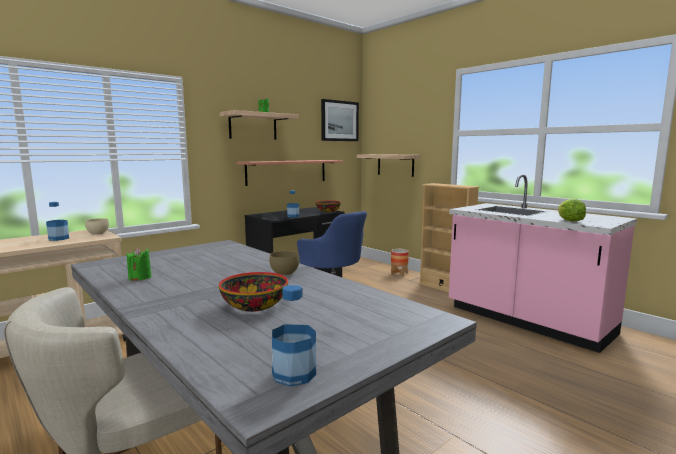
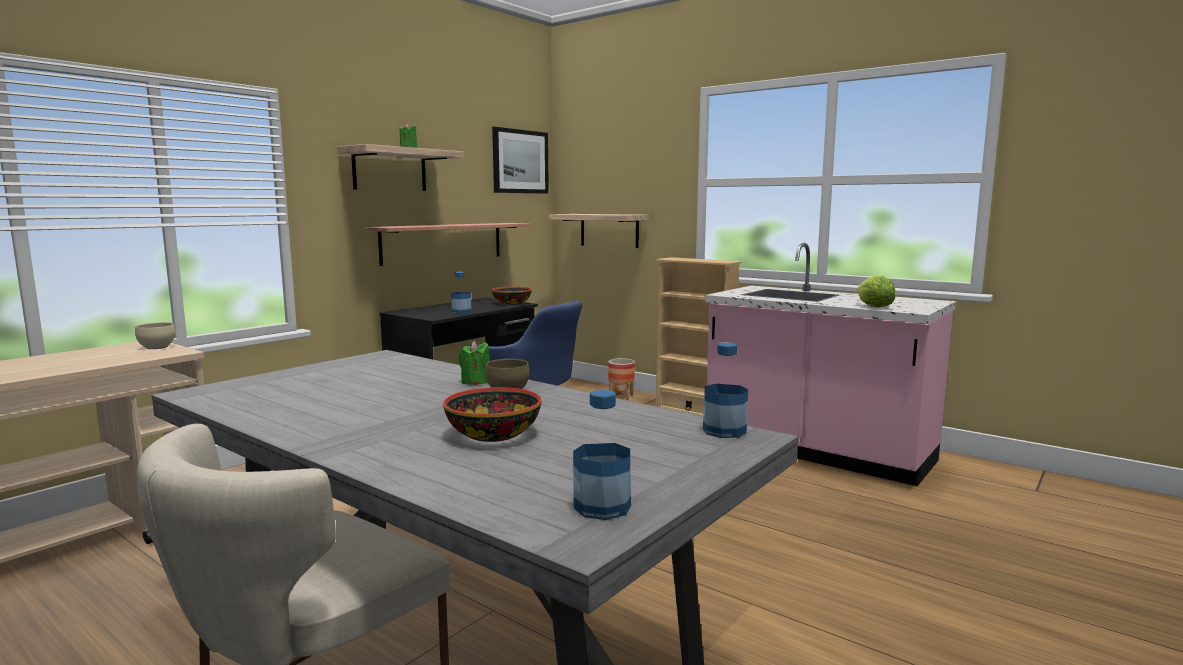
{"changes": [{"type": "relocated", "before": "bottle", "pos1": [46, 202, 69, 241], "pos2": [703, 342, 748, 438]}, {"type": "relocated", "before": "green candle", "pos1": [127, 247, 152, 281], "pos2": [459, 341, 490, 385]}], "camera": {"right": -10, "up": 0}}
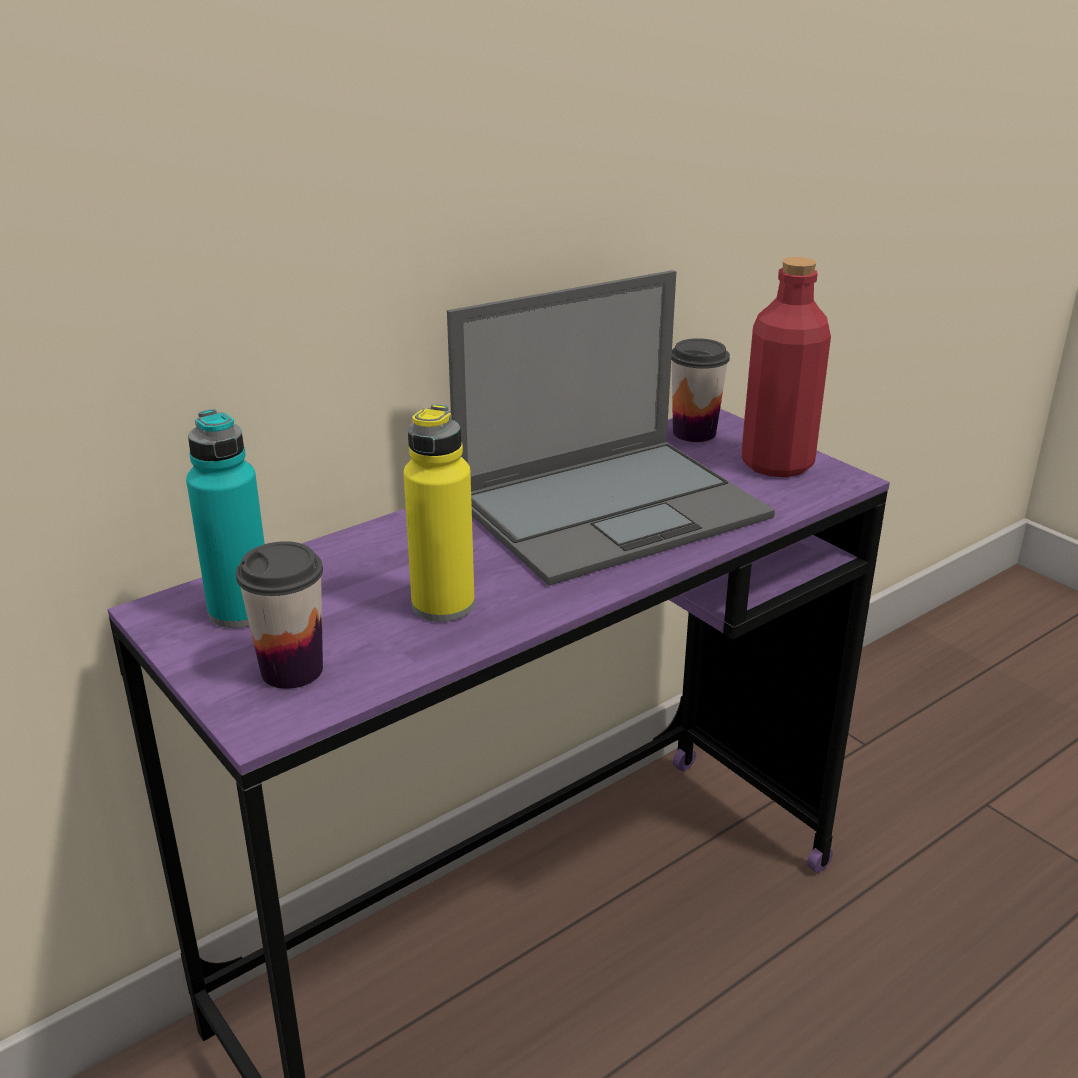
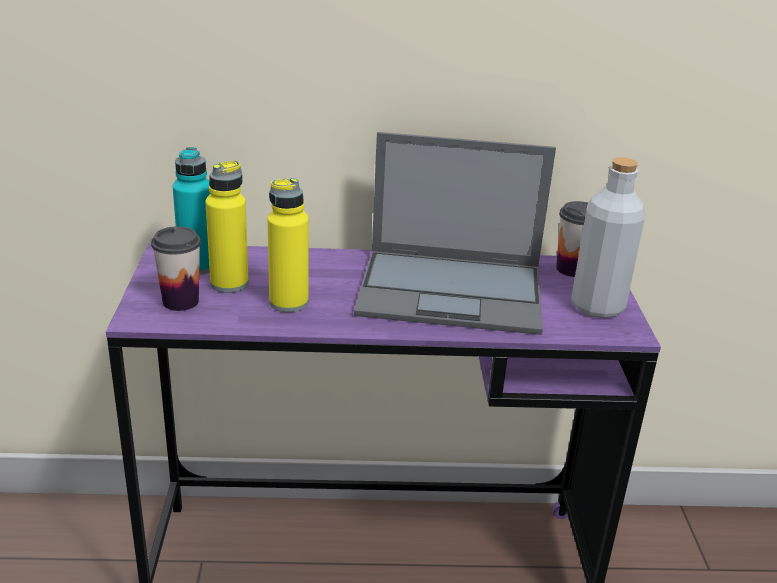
{"changes": [{"type": "colour", "before": "red bottle", "after": "grey bottle", "pos1": [742, 257, 831, 477], "pos2": [571, 157, 645, 318]}, {"type": "appeared", "after": "yellow bottle", "pos2": [205, 161, 249, 293]}], "camera": {"right": 35, "up": 0}}
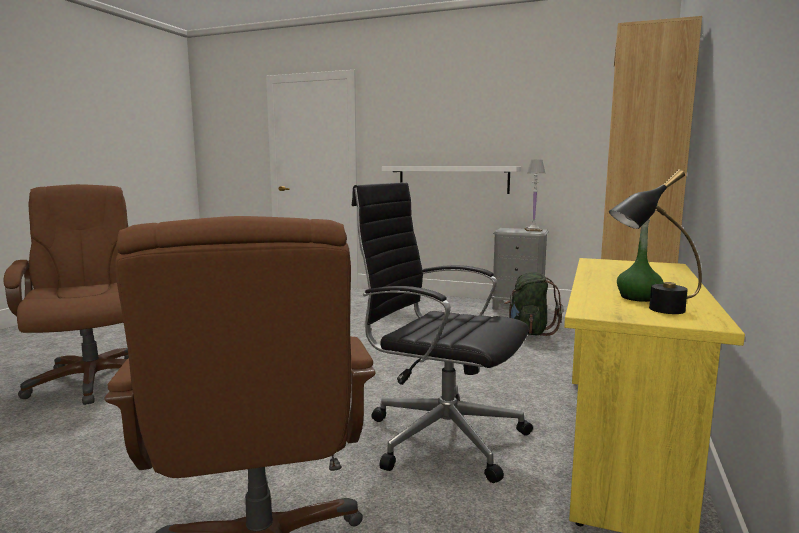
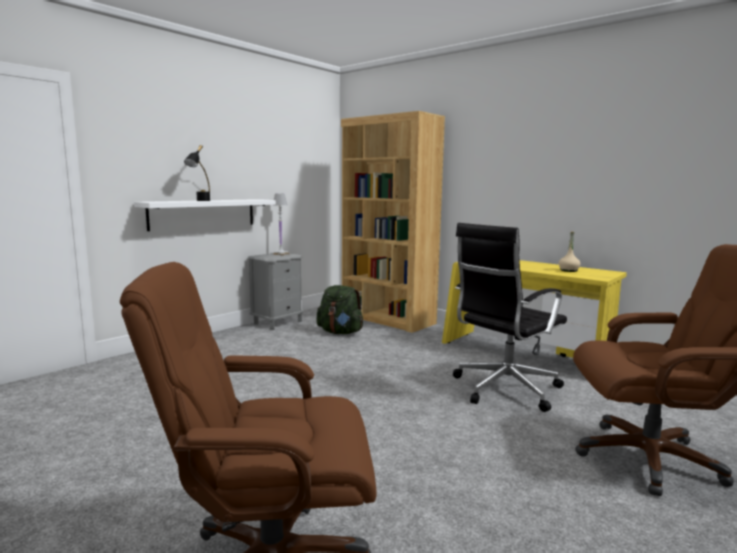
{"changes": [{"type": "relocated", "before": "black table lamp", "pos1": [609, 169, 702, 314], "pos2": [184, 145, 210, 201]}, {"type": "colour", "before": "green bottle", "after": "beige bottle", "pos1": [617, 219, 664, 302], "pos2": [559, 231, 581, 272]}], "camera": {"right": -70, "up": 0}}
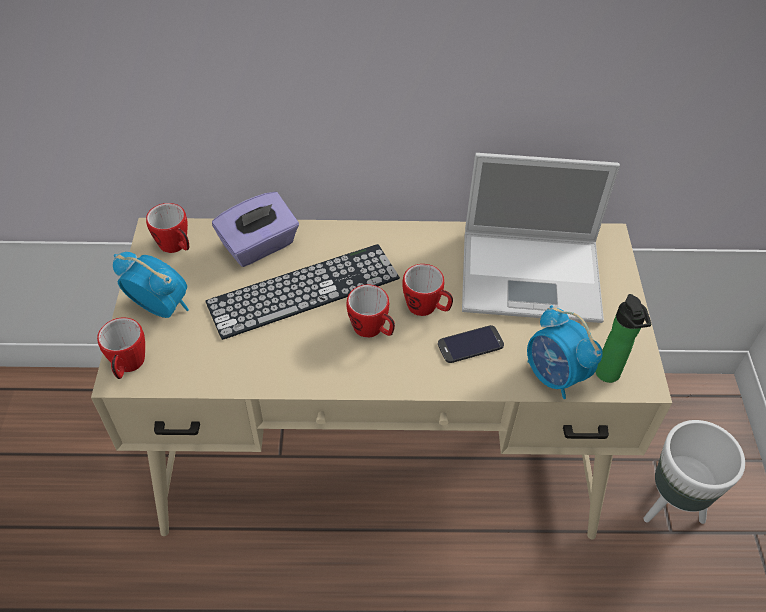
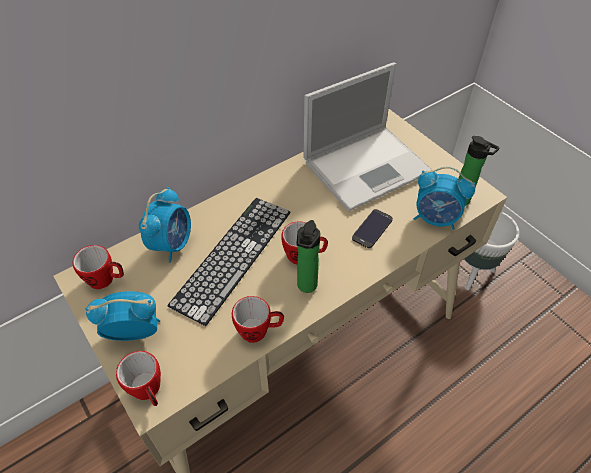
{"changes": [{"type": "exchanged", "before": "purple tissue box", "after": "alarm clock", "pos1": [212, 192, 299, 267], "pos2": [139, 187, 191, 263]}, {"type": "relocated", "before": "mug", "pos1": [402, 264, 453, 316], "pos2": [232, 296, 284, 343]}, {"type": "appeared", "after": "bottle", "pos2": [297, 220, 320, 293]}], "camera": {"right": -35, "up": 0}}
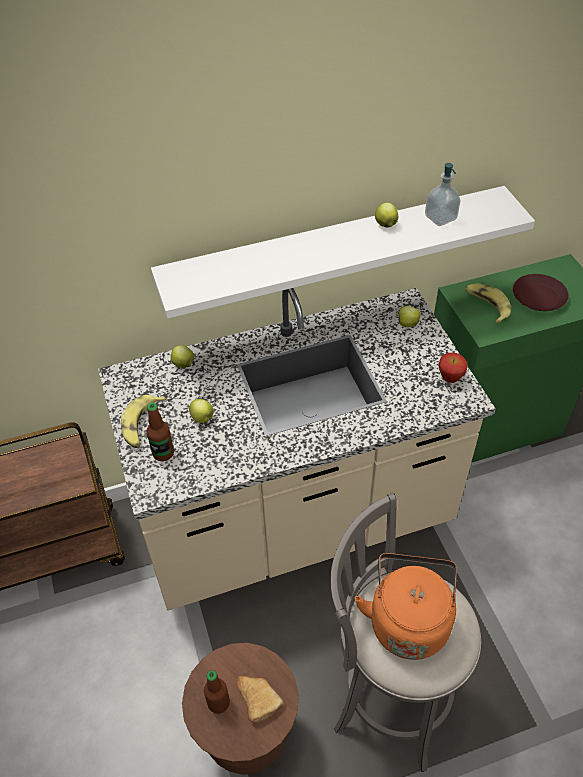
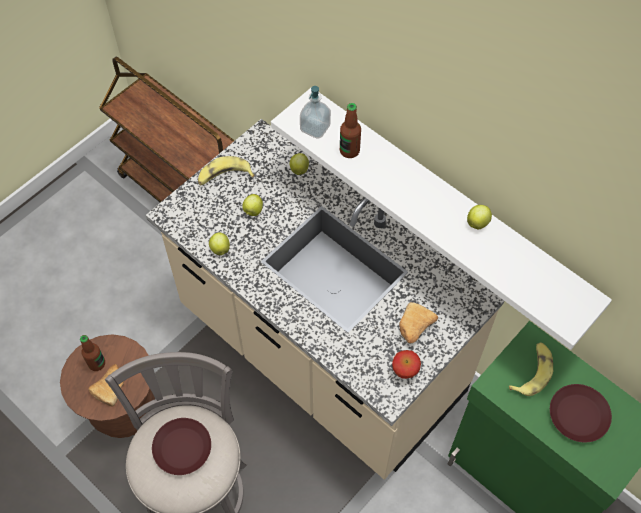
{"changes": [{"type": "relocated", "before": "bottle", "pos1": [147, 403, 174, 461], "pos2": [340, 103, 361, 158]}, {"type": "exchanged", "before": "orange kettle", "after": "brown plate", "pos1": [355, 553, 457, 660], "pos2": [152, 418, 211, 475]}, {"type": "relocated", "before": "apple", "pos1": [396, 306, 420, 327], "pos2": [209, 232, 230, 255]}, {"type": "relocated", "before": "soap dispenser", "pos1": [425, 163, 461, 226], "pos2": [300, 86, 331, 138]}, {"type": "appeared", "after": "bread", "pos2": [399, 302, 438, 343]}], "camera": {"right": 60, "up": 10}}
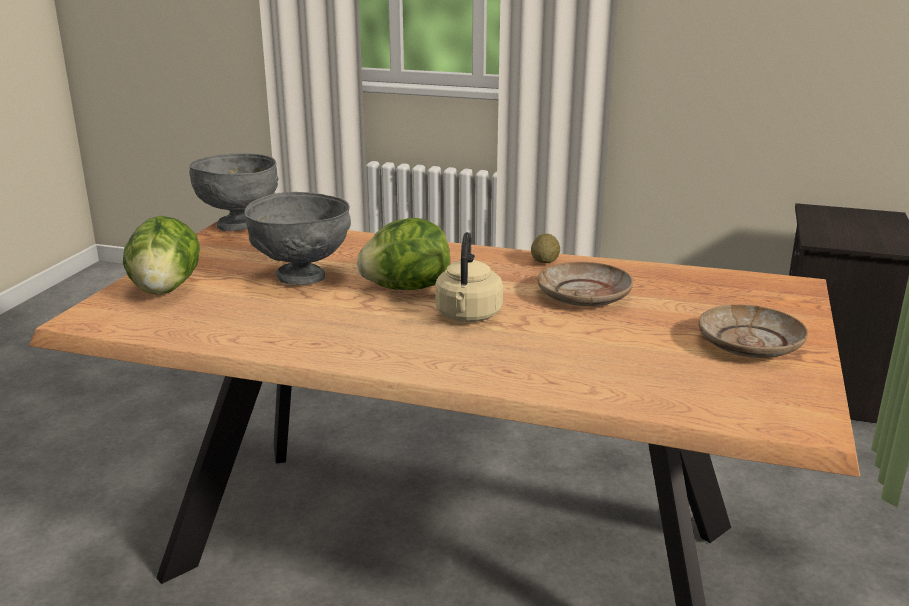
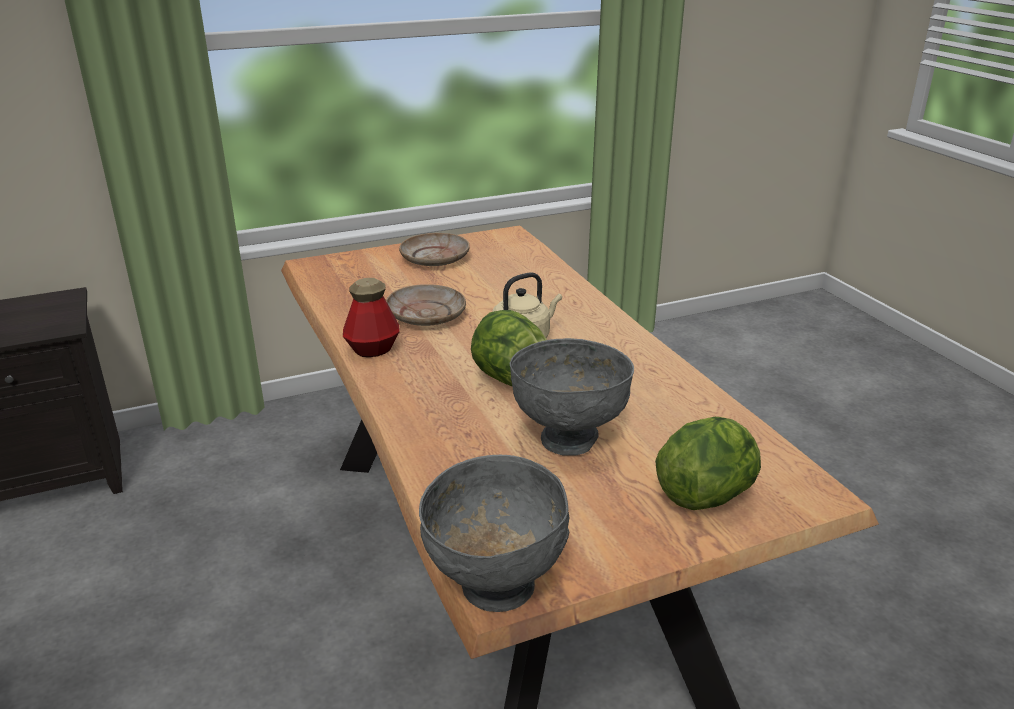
{"changes": [{"type": "exchanged", "before": "potato", "after": "bottle", "pos1": [531, 234, 560, 263], "pos2": [343, 278, 400, 357]}], "camera": {"right": -130, "up": 5}}
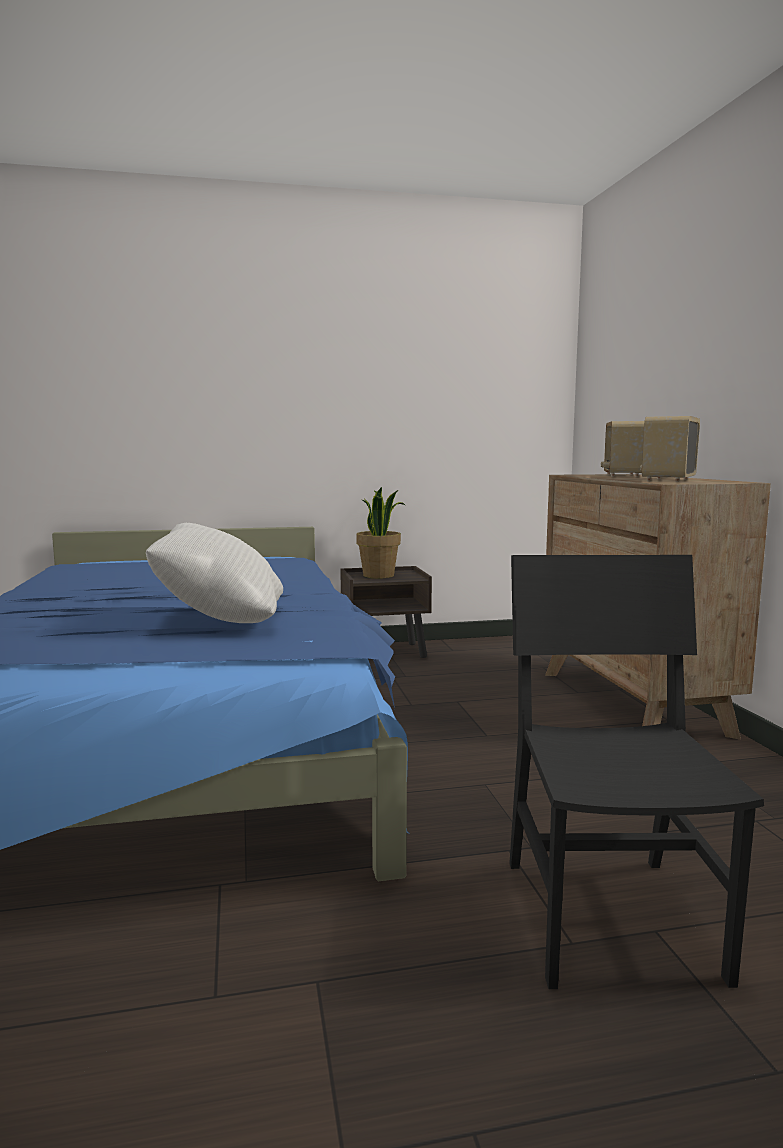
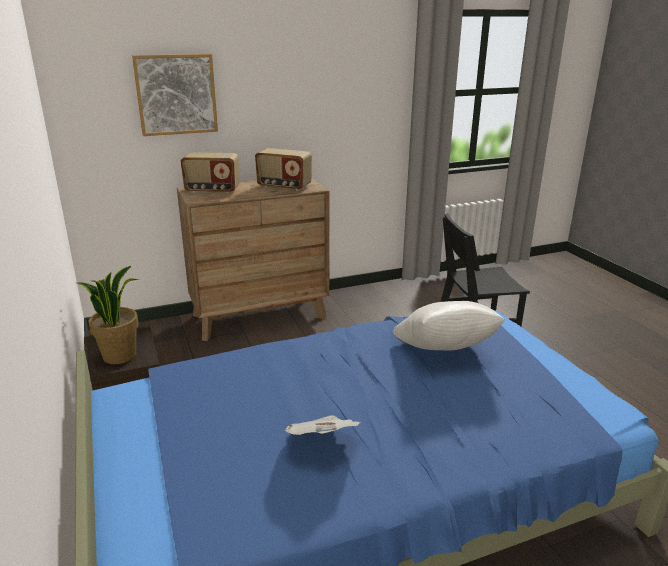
{"changes": [{"type": "appeared", "after": "picture", "pos2": [132, 54, 218, 136]}, {"type": "appeared", "after": "newspaper", "pos2": [285, 415, 360, 435]}], "camera": {"right": -100, "up": 15}}
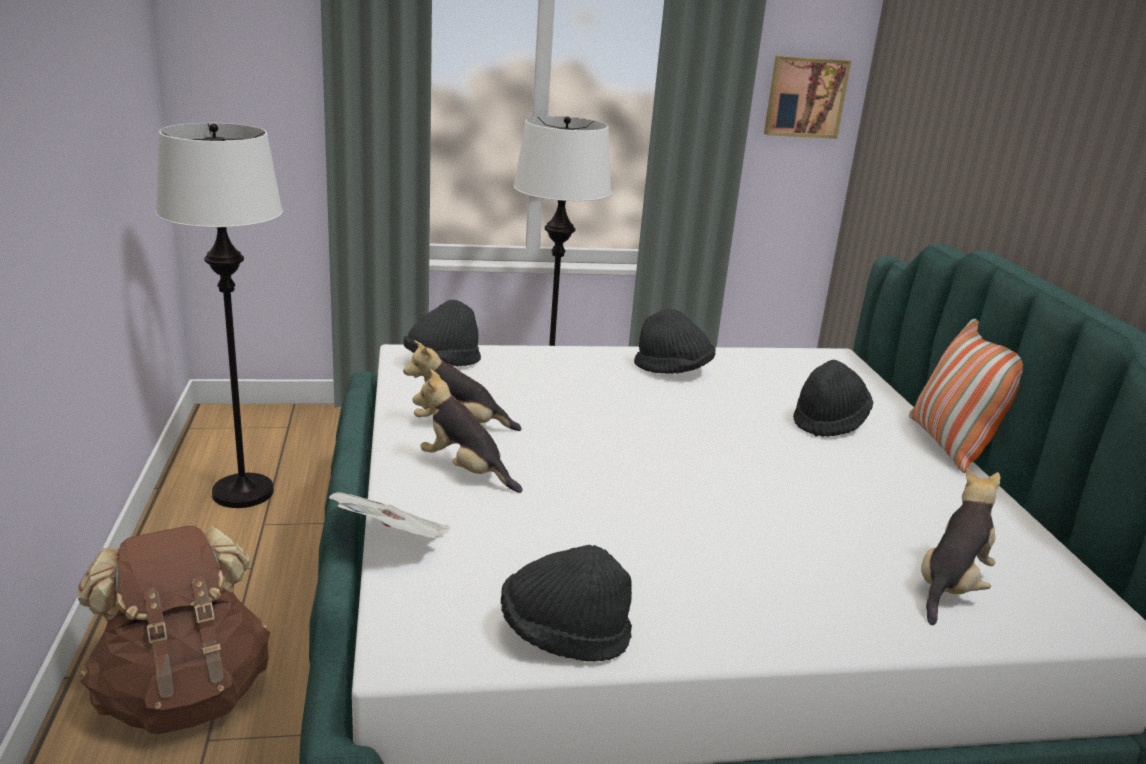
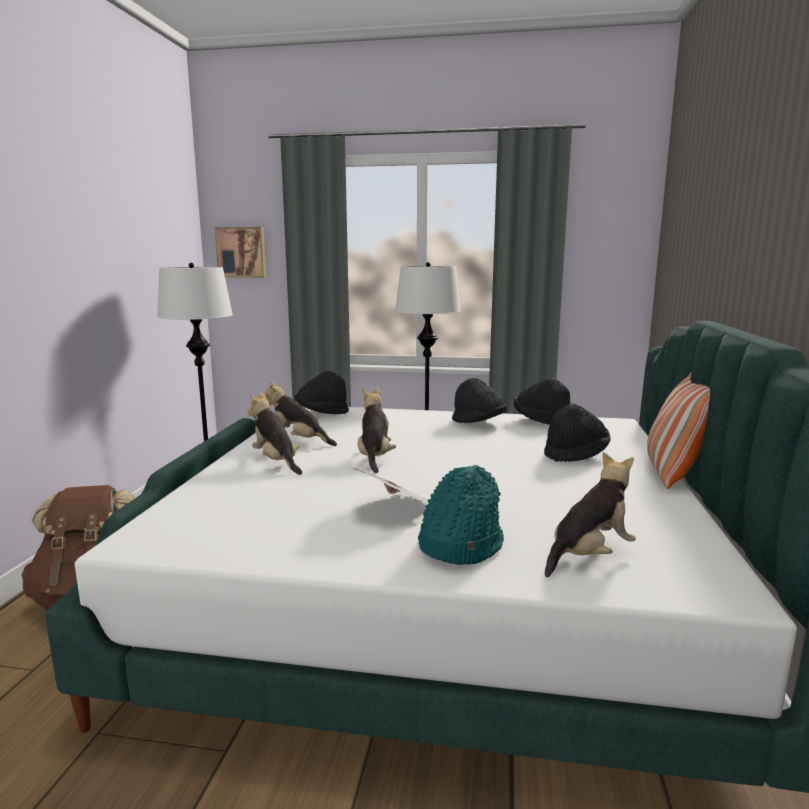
{"changes": [{"type": "relocated", "before": "newspaper", "pos1": [329, 492, 451, 539], "pos2": [352, 468, 429, 503]}, {"type": "relocated", "before": "black hat", "pos1": [501, 545, 632, 662], "pos2": [514, 378, 570, 425]}, {"type": "relocated", "before": "picture", "pos1": [764, 56, 851, 139], "pos2": [214, 227, 266, 278]}, {"type": "appeared", "after": "plush toy", "pos2": [358, 388, 396, 473]}, {"type": "appeared", "after": "turquoise hat", "pos2": [418, 465, 504, 565]}], "camera": {"right": 20, "up": -10}}
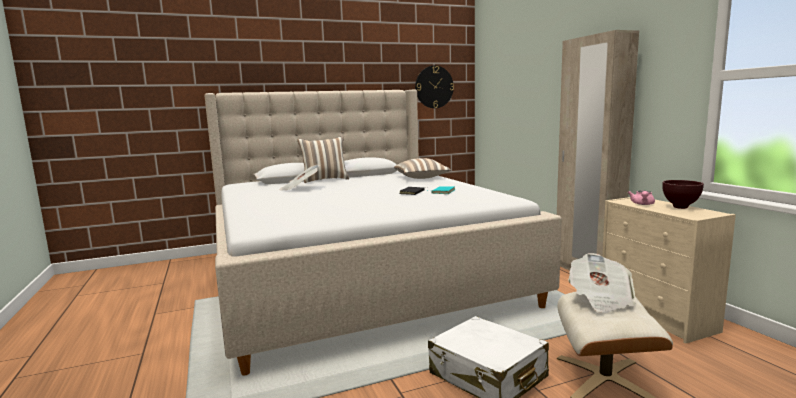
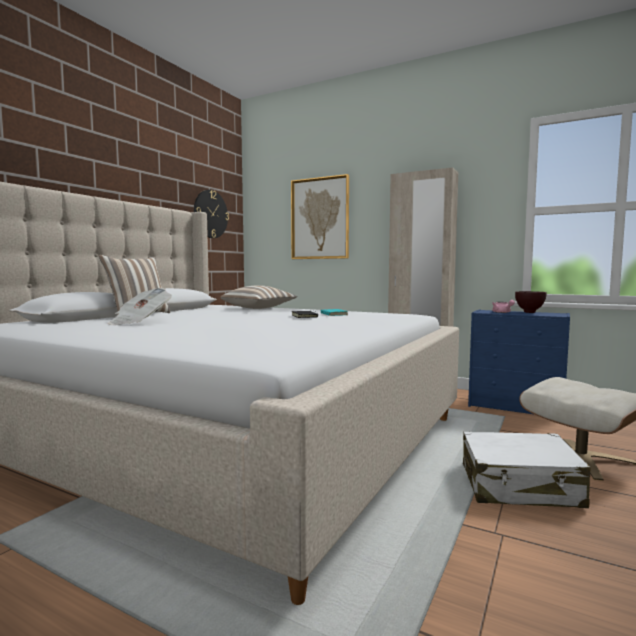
{"changes": [{"type": "missing", "before": "newspaper", "pos1": [568, 253, 635, 313]}, {"type": "colour", "before": "beige dresser", "after": "blue dresser", "pos1": [602, 197, 736, 343], "pos2": [468, 309, 570, 414]}, {"type": "appeared", "after": "picture", "pos2": [291, 174, 349, 259]}], "camera": {"right": -40, "up": -5}}
